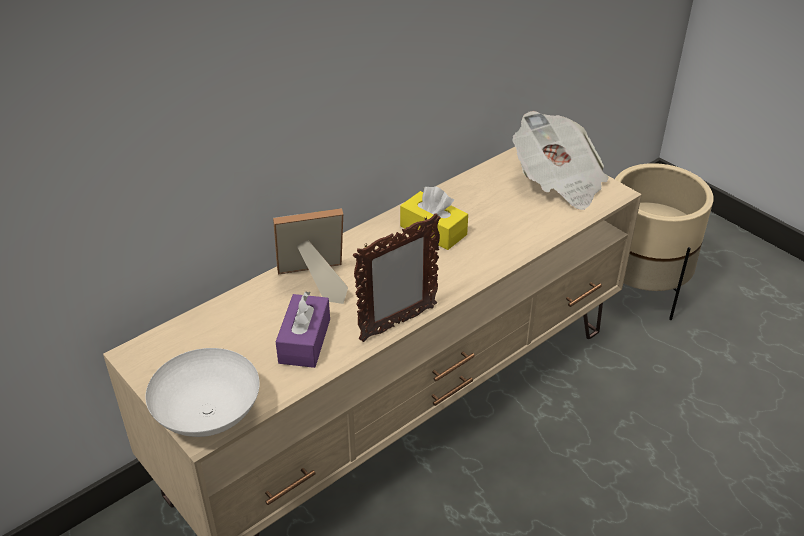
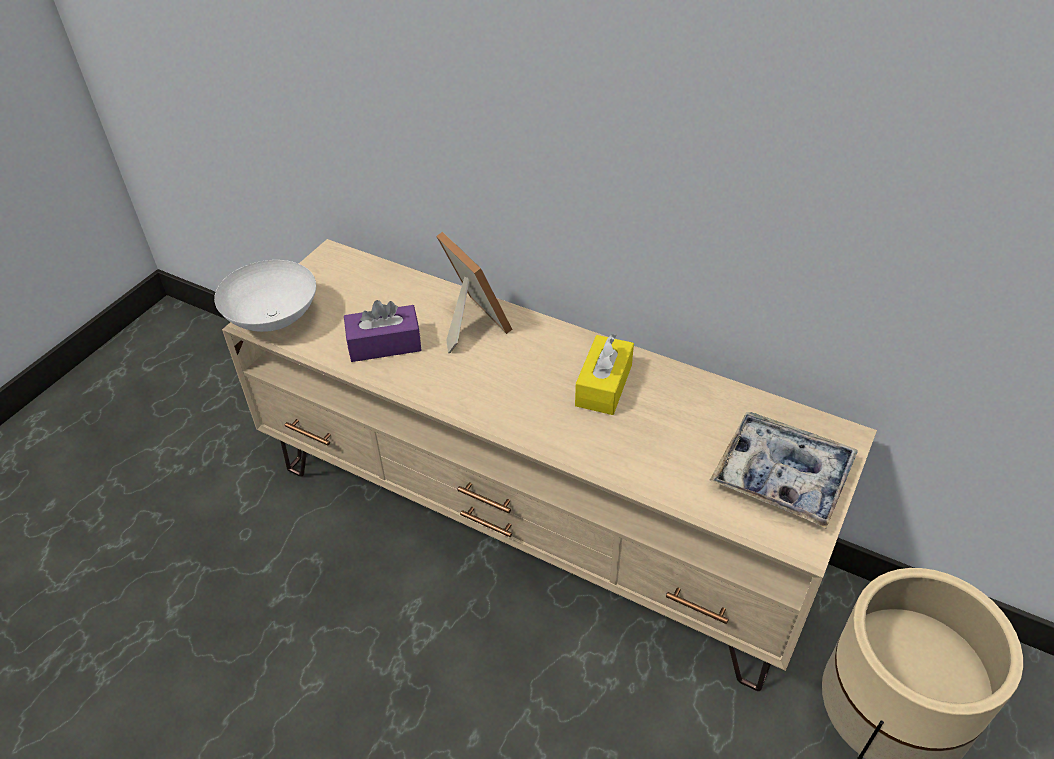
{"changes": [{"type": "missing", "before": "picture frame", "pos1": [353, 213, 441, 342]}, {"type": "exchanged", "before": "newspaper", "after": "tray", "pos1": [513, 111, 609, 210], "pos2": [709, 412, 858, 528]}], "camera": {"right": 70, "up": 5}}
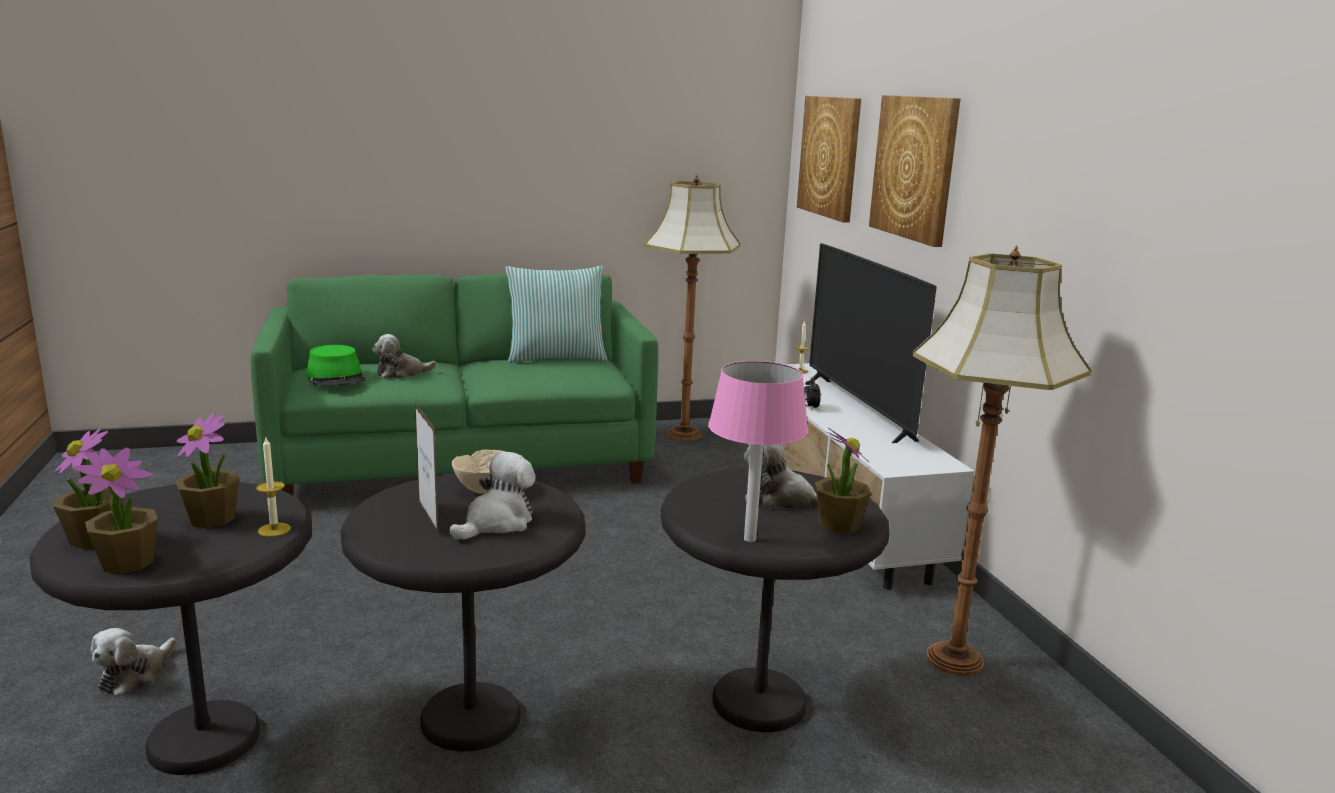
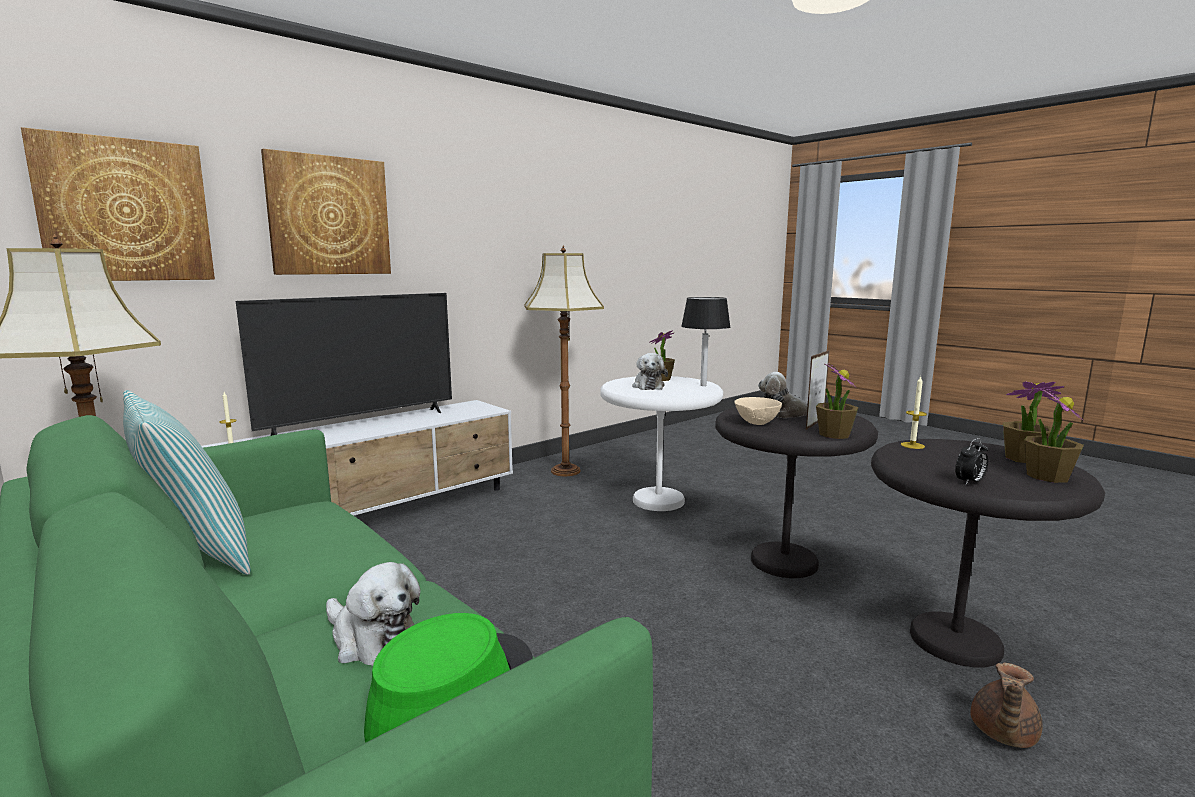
{"changes": [{"type": "exchanged", "before": "plush toy", "after": "brown teapot", "pos1": [90, 628, 177, 696], "pos2": [970, 663, 1042, 748]}, {"type": "relocated", "before": "potted plant", "pos1": [175, 413, 240, 528], "pos2": [816, 364, 858, 439]}, {"type": "colour", "before": "black side table", "after": "white side table", "pos1": [661, 468, 890, 732], "pos2": [601, 376, 723, 511]}, {"type": "colour", "before": "pink table lamp", "after": "black table lamp", "pos1": [708, 361, 808, 542], "pos2": [681, 297, 730, 386]}, {"type": "relocated", "before": "alarm clock", "pos1": [804, 377, 821, 409], "pos2": [955, 438, 988, 485]}], "camera": {"right": -115, "up": -5}}
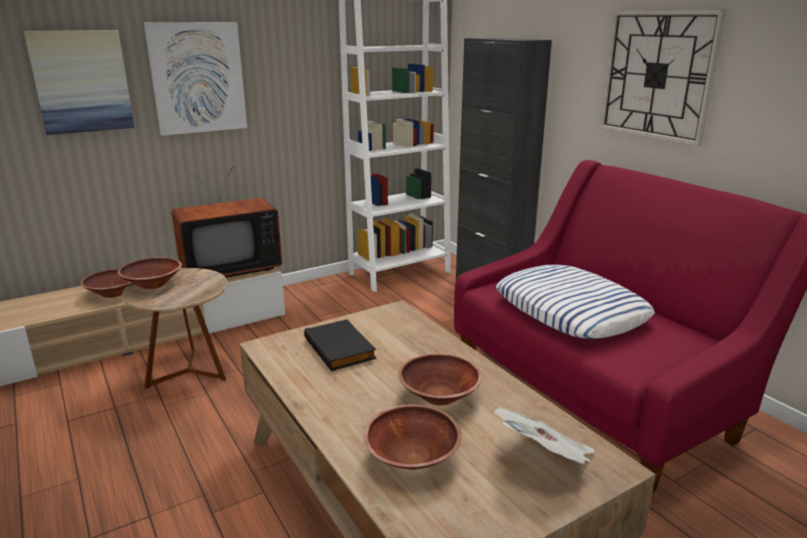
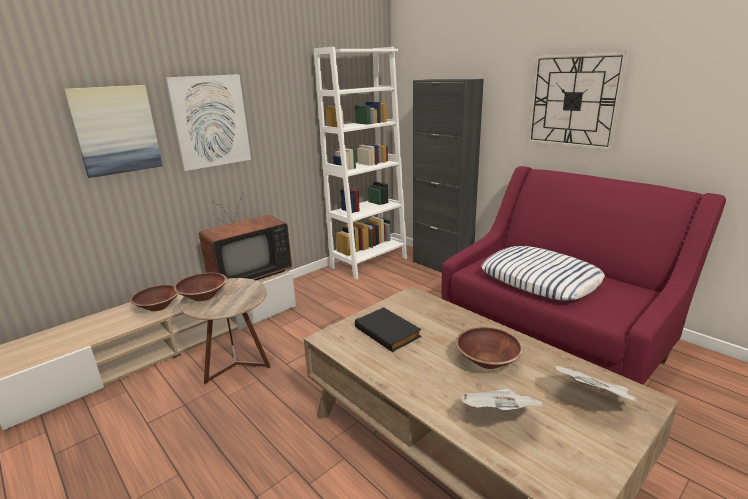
{"changes": [{"type": "exchanged", "before": "brown bowl", "after": "newspaper", "pos1": [364, 404, 462, 470], "pos2": [461, 389, 543, 410]}], "camera": {"right": -10, "up": 0}}
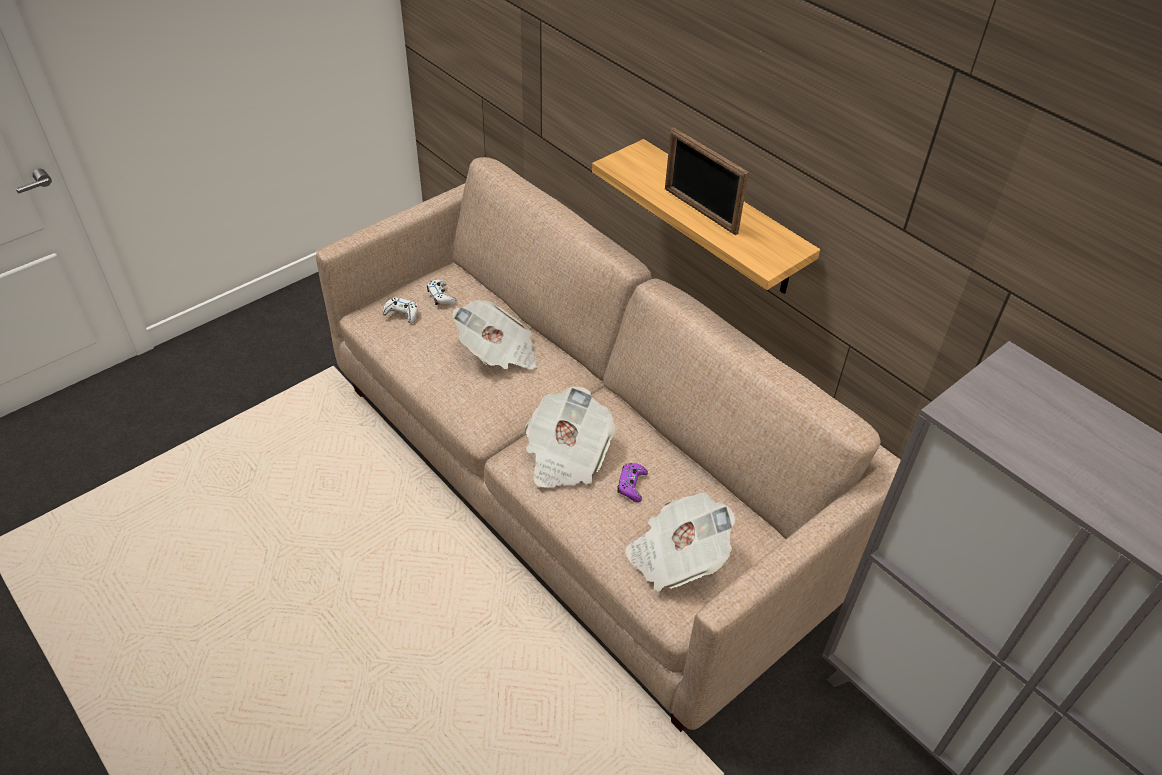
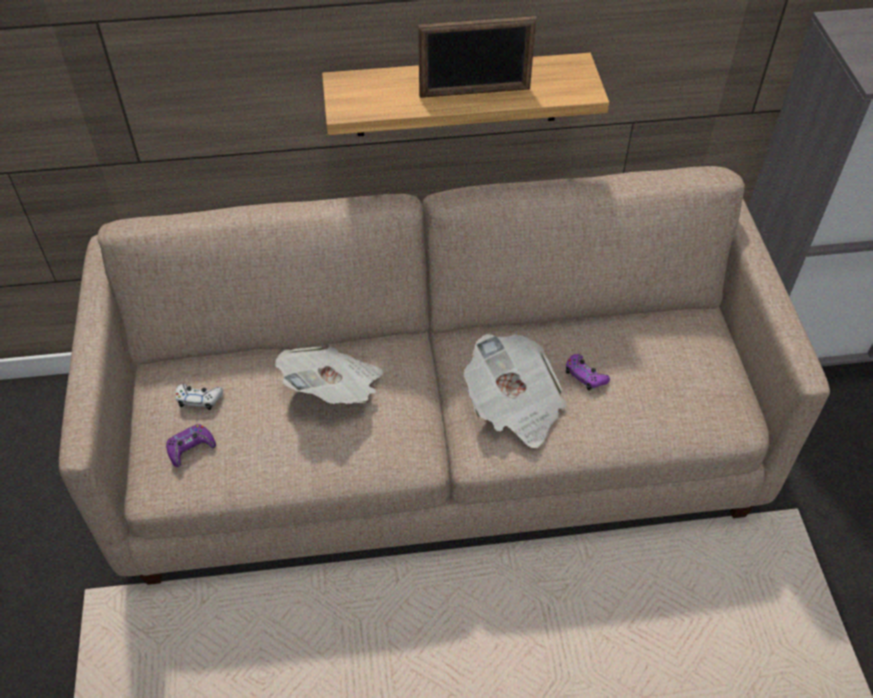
{"changes": [{"type": "colour", "before": "white game controller", "after": "purple game controller", "pos1": [382, 297, 418, 323], "pos2": [166, 424, 216, 467]}, {"type": "missing", "before": "newspaper", "pos1": [625, 493, 736, 592]}], "camera": {"right": -55, "up": 5}}
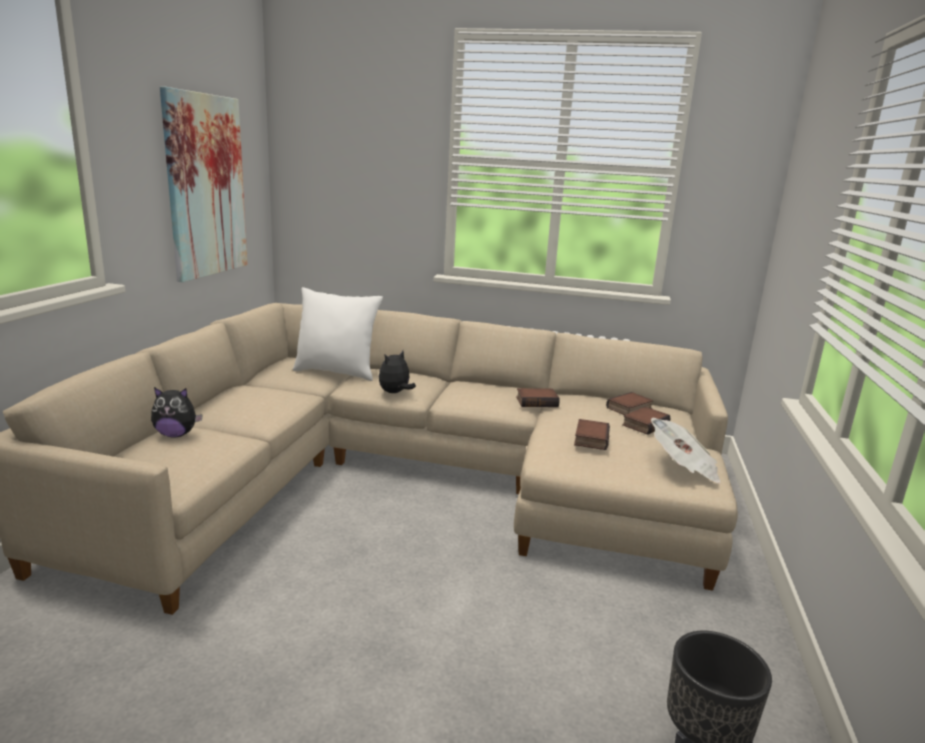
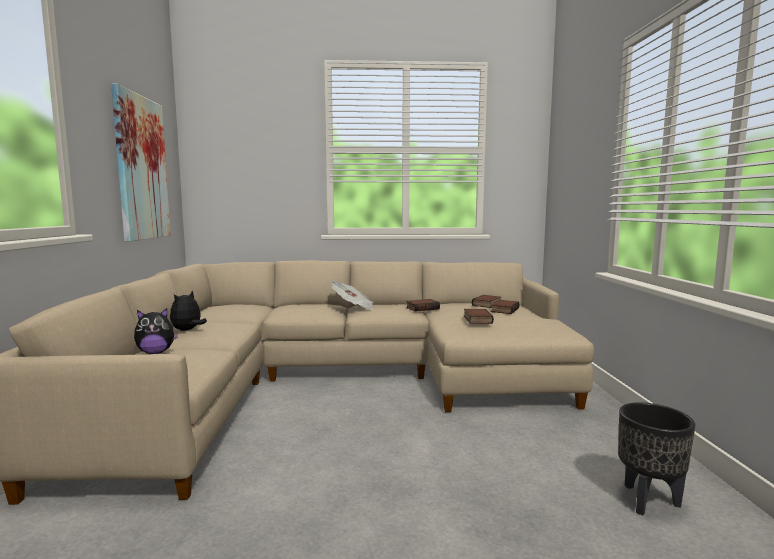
{"changes": [{"type": "missing", "before": "white pillow", "pos1": [293, 287, 383, 381]}, {"type": "relocated", "before": "plush toy", "pos1": [379, 351, 416, 393], "pos2": [170, 290, 207, 331]}, {"type": "relocated", "before": "newspaper", "pos1": [651, 418, 720, 483], "pos2": [331, 281, 373, 310]}], "camera": {"right": -15, "up": -10}}
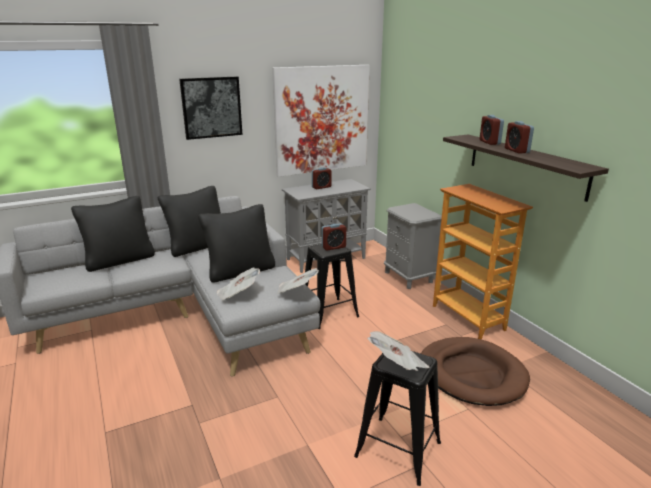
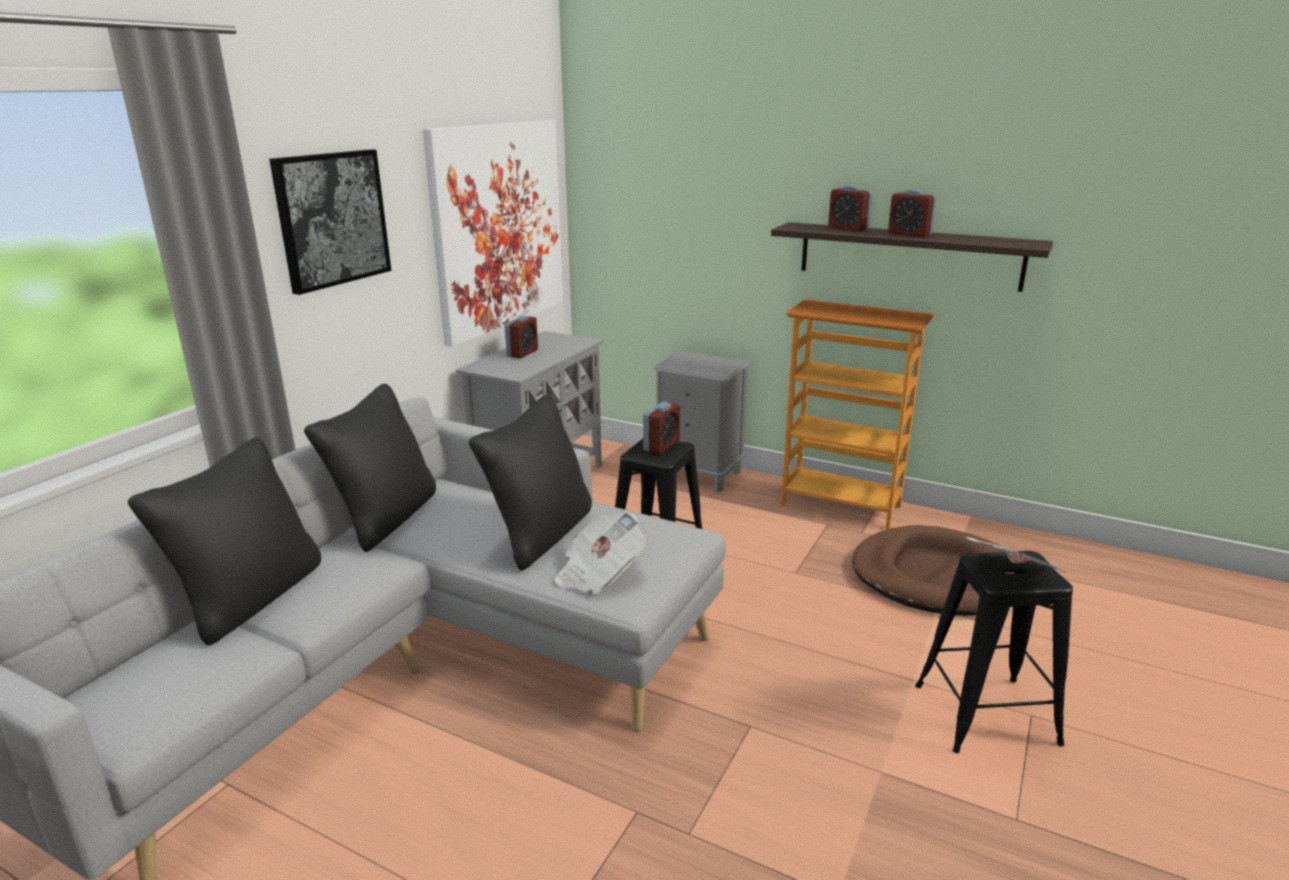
{"changes": [{"type": "missing", "before": "newspaper", "pos1": [277, 268, 319, 294]}], "camera": {"right": -35, "up": 0}}
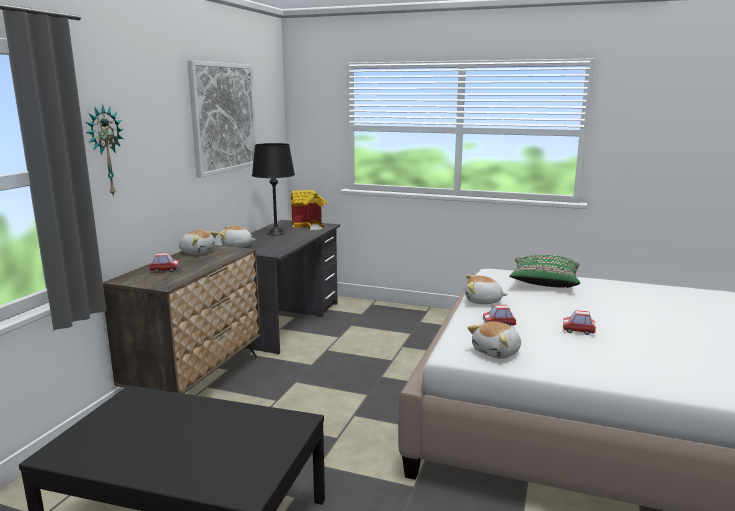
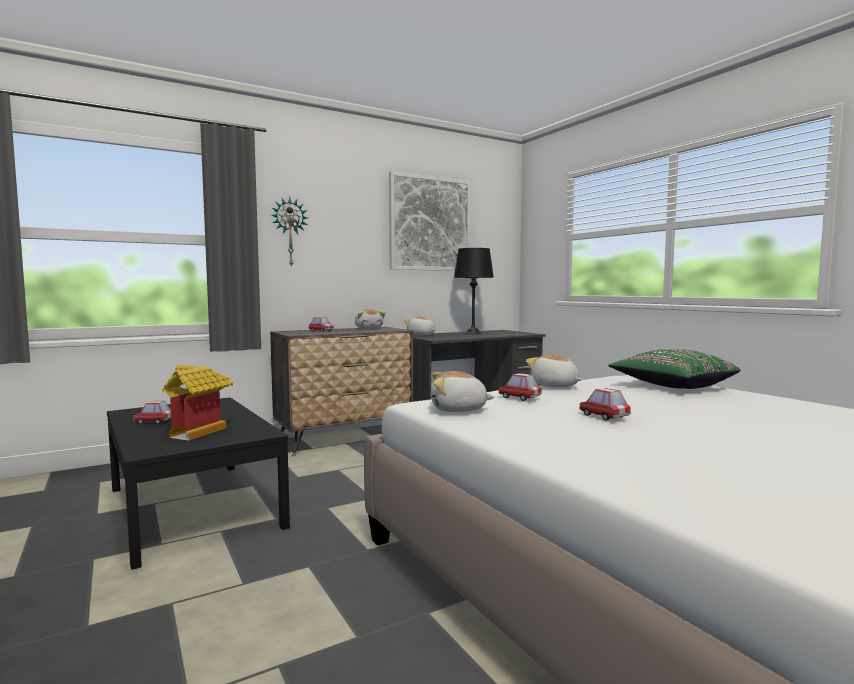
{"changes": [{"type": "relocated", "before": "toy house", "pos1": [290, 190, 328, 230], "pos2": [162, 365, 233, 441]}, {"type": "appeared", "after": "toy car", "pos2": [133, 401, 171, 424]}], "camera": {"right": 40, "up": -10}}
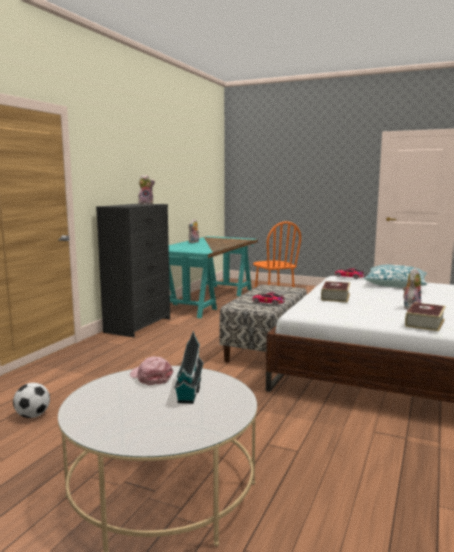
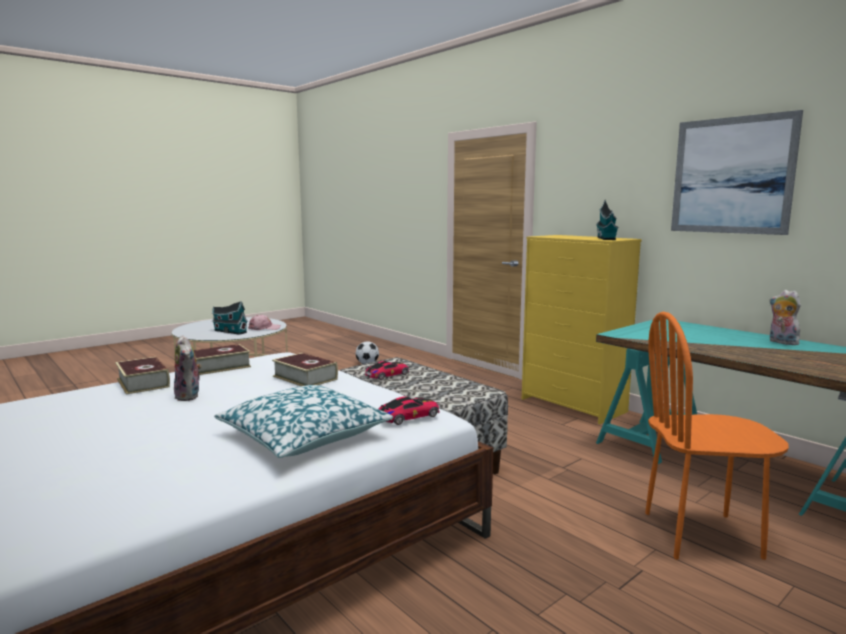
{"changes": [{"type": "colour", "before": "black dresser", "after": "yellow dresser", "pos1": [96, 204, 170, 337], "pos2": [522, 235, 642, 424]}, {"type": "exchanged", "before": "plush toy", "after": "toy house", "pos1": [138, 175, 155, 204], "pos2": [596, 200, 619, 240]}, {"type": "appeared", "after": "book", "pos2": [194, 344, 251, 375]}, {"type": "appeared", "after": "picture", "pos2": [671, 110, 803, 235]}], "camera": {"right": 115, "up": 0}}
